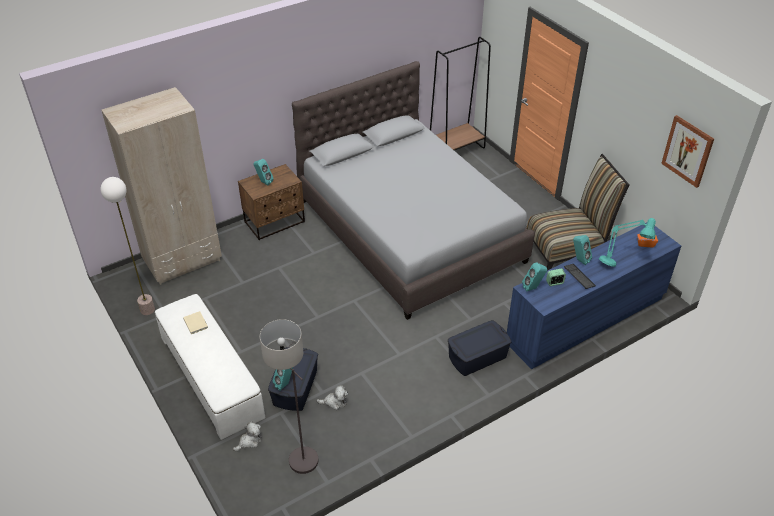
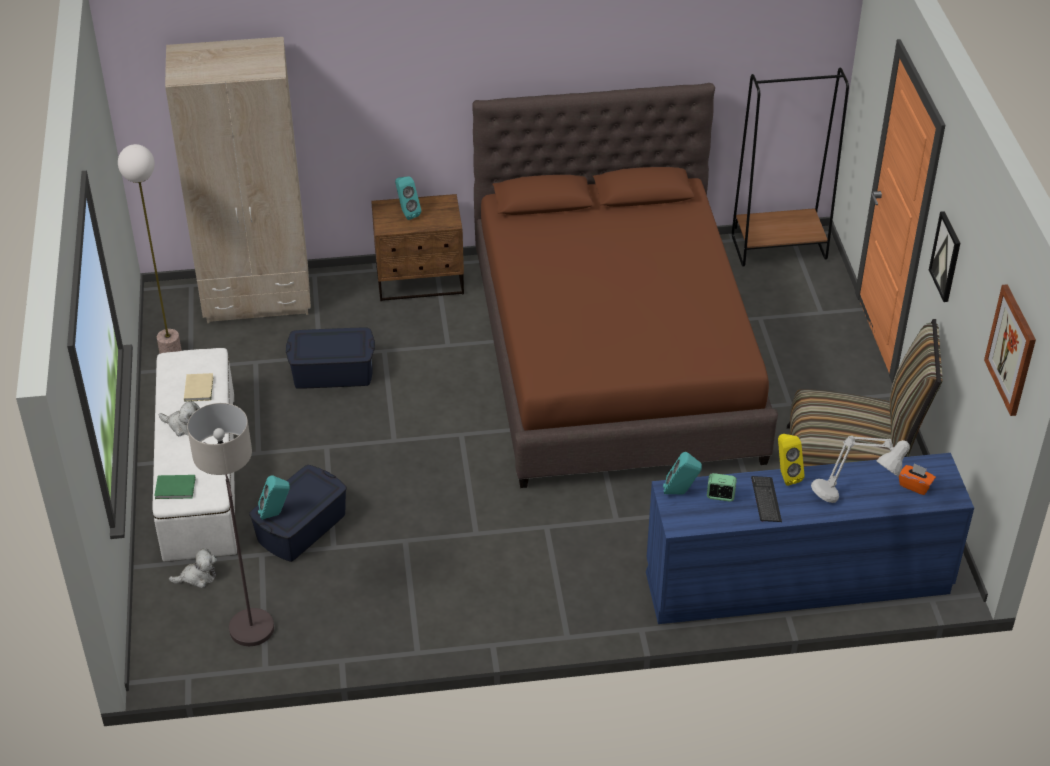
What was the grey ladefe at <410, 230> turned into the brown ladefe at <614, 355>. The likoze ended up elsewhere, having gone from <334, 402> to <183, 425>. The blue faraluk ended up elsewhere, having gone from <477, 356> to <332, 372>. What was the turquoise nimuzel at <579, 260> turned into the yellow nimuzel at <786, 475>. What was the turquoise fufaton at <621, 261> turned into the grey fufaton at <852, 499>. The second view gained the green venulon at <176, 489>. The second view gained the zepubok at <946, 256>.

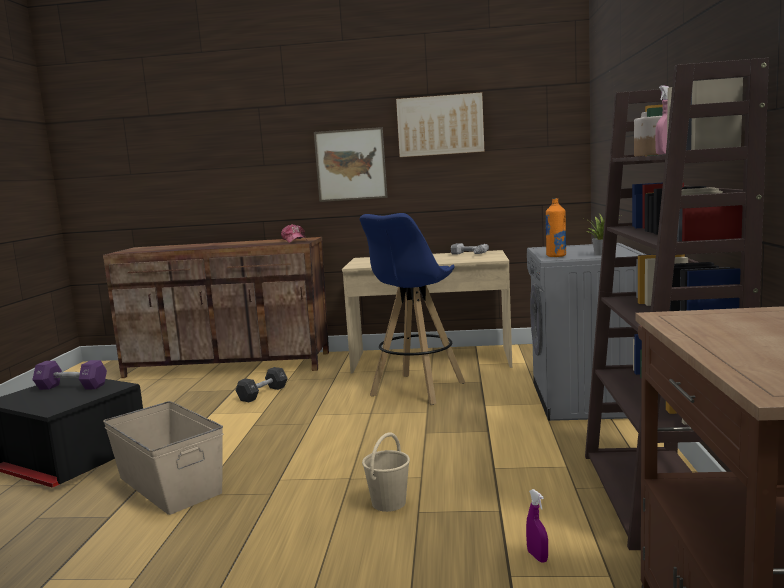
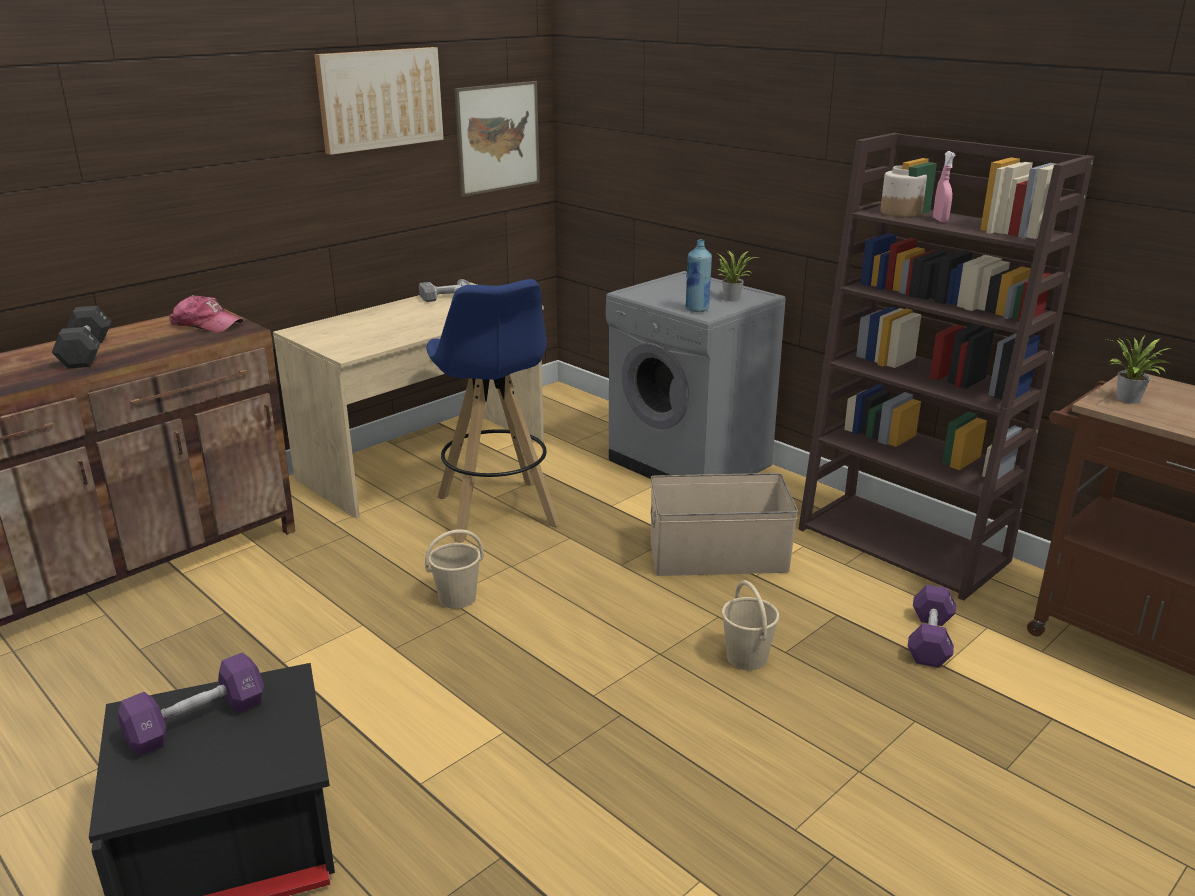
The beige faraluk ended up elsewhere, having gone from <170, 484> to <717, 557>. The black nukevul ended up elsewhere, having gone from <263, 393> to <86, 352>. The zepubok ended up elsewhere, having gone from <350, 165> to <498, 137>. Where the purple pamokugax stood at <537, 557>, the purple nukevul came to stand at <930, 639>. What was the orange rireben at <556, 256> turned into the blue rireben at <697, 309>. The second view gained the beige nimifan at <456, 598>. The second view gained the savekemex at <1129, 400>.

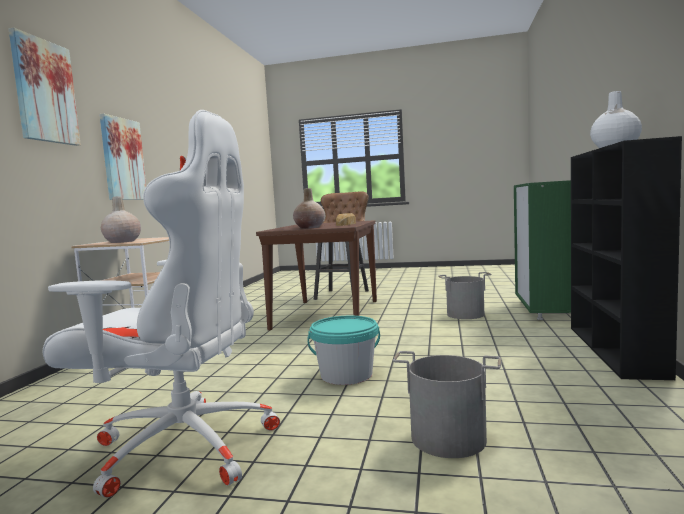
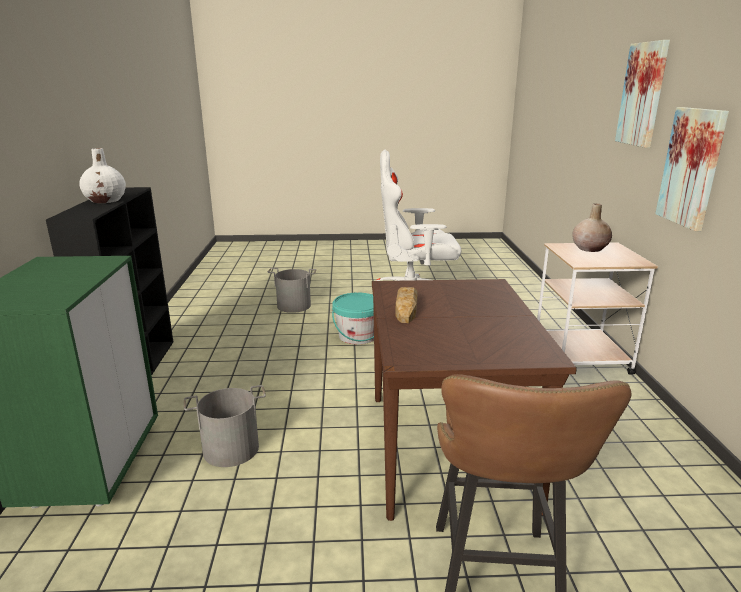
The second view lost the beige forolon at <310, 227>.

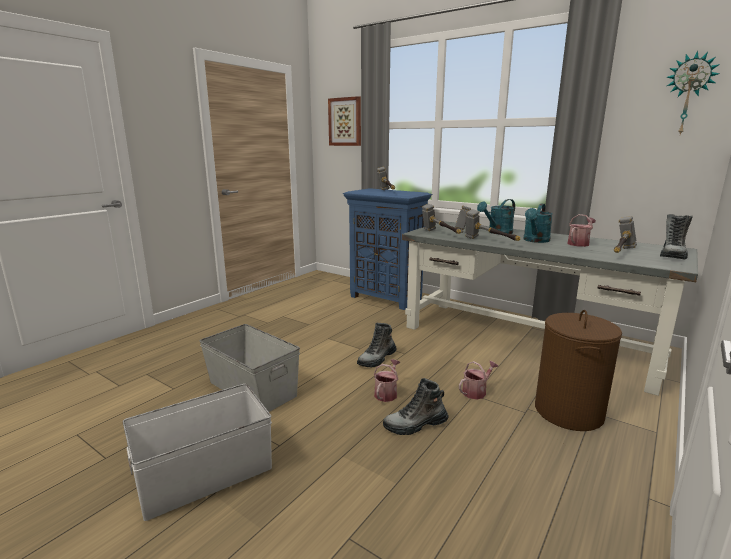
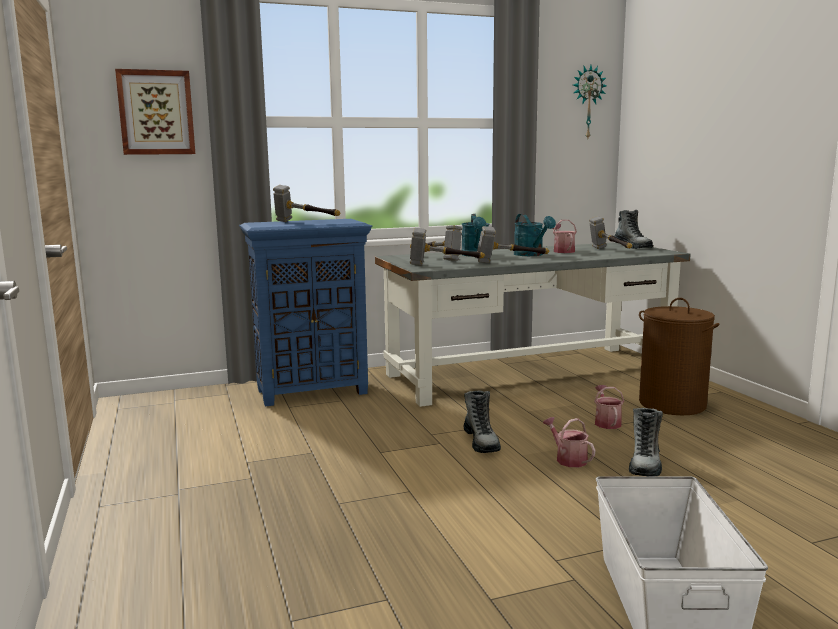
The second view lost the grey faraluk at <252, 388>.

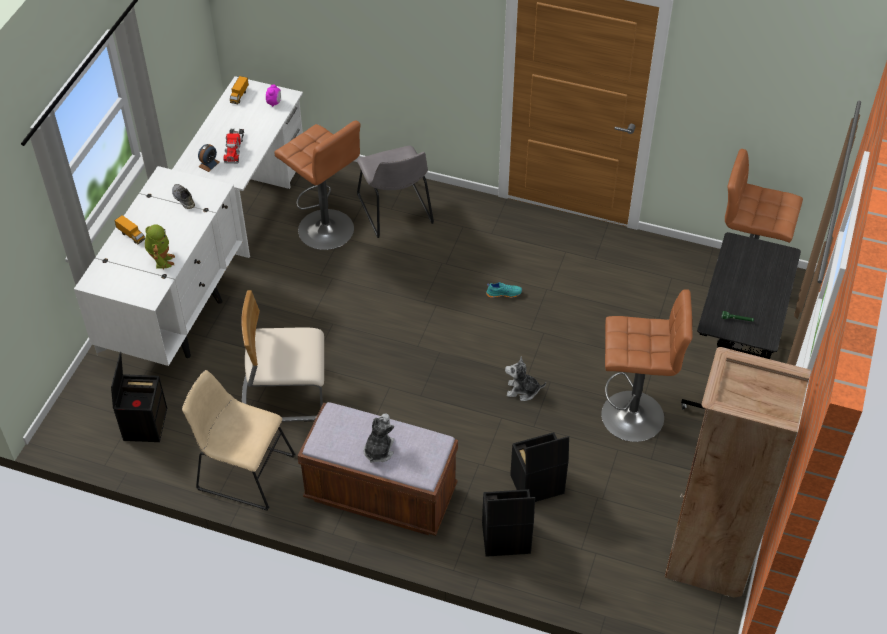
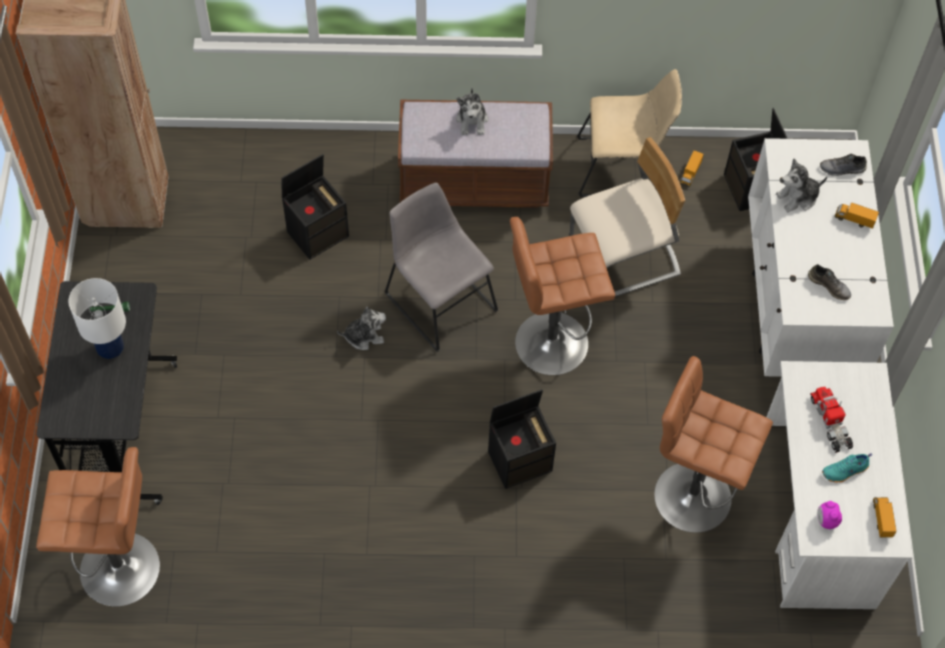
Where the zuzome stood at <161, 260>, the likoze came to stand at <798, 197>. The second view lost the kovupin at <209, 164>. The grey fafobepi ended up elsewhere, having gone from <396, 212> to <438, 299>. The black faraluk ended up elsewhere, having gone from <505, 539> to <520, 460>. The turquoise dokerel ended up elsewhere, having gone from <503, 293> to <845, 471>. The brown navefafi ended up elsewhere, having gone from <633, 417> to <550, 342>. The second view gained the white fufaton at <110, 349>. The second view gained the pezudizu at <690, 174>. The second view gained the grey dokerel at <842, 169>.

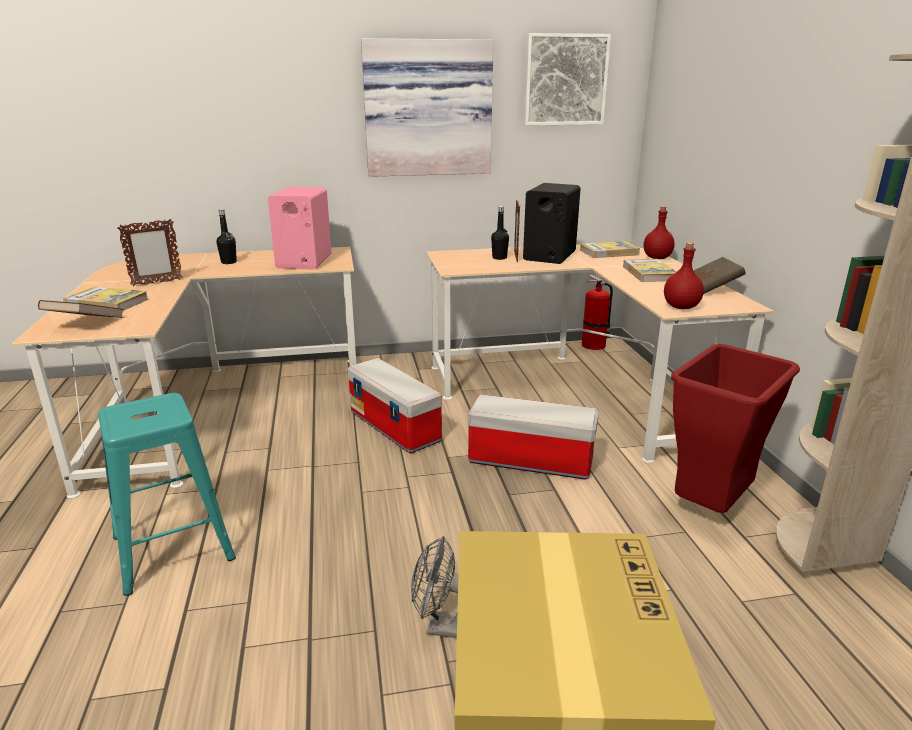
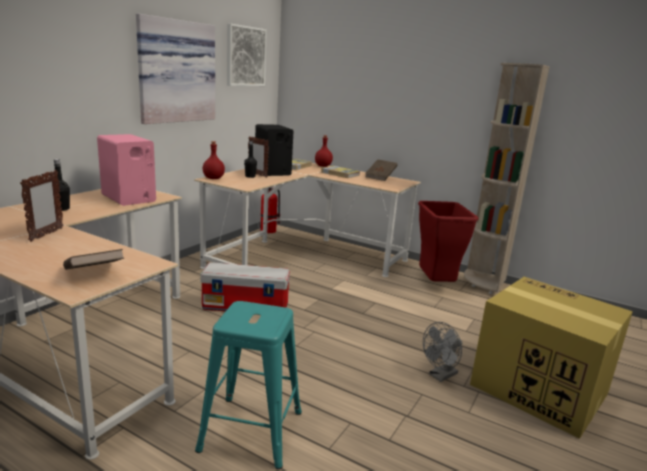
The second view lost the venulon at <107, 303>. The second view lost the faraluk at <529, 461>. The red rireben ended up elsewhere, having gone from <680, 307> to <213, 178>.

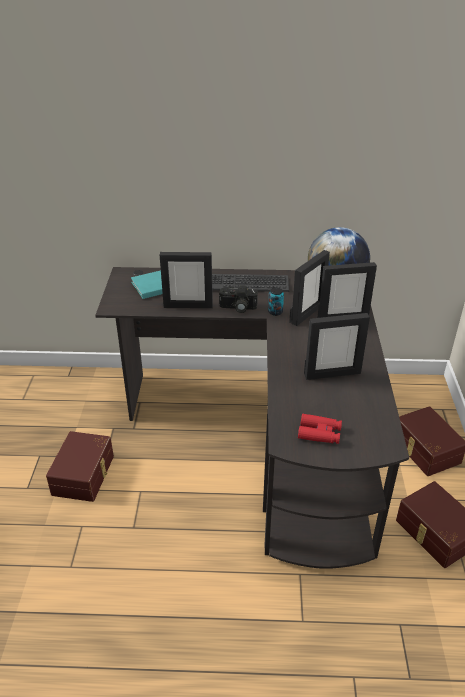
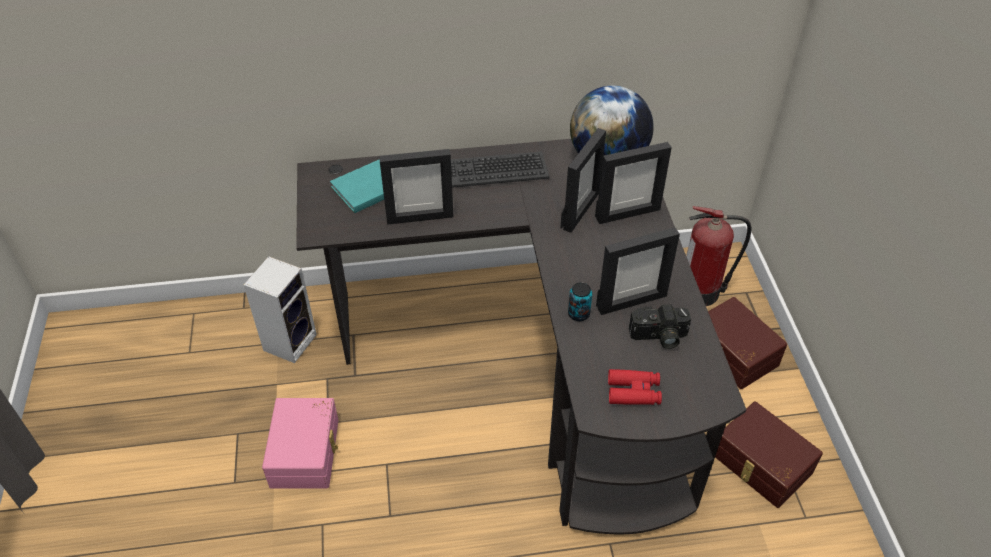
What was the brown faraluk at <85, 475> turned into the pink faraluk at <307, 452>. The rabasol ended up elsewhere, having gone from <237, 308> to <659, 337>. The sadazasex ended up elsewhere, having gone from <275, 312> to <578, 314>. The second view gained the nimuzel at <290, 340>. The second view gained the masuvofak at <701, 291>.

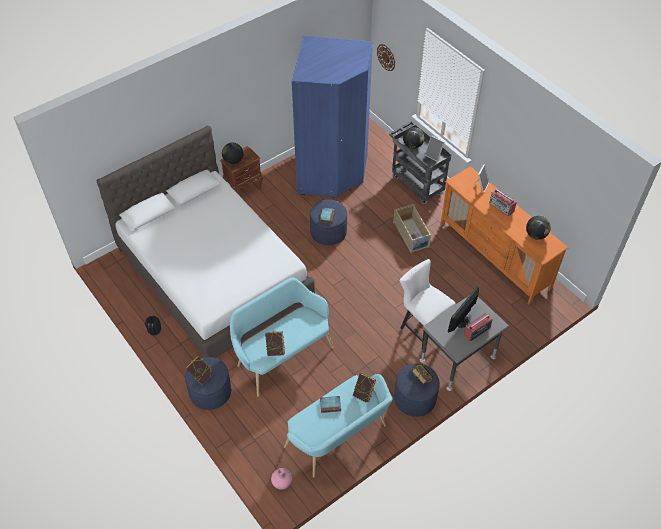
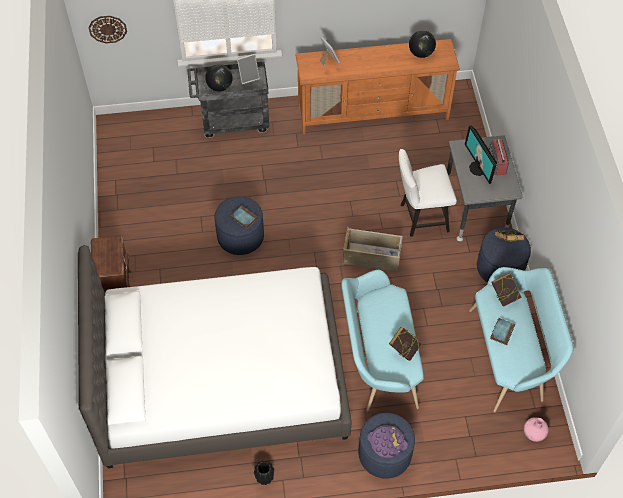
Where the venulon stood at <201, 375>, the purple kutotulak came to stand at <387, 443>. The second view lost the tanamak at <233, 161>. The second view lost the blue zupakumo at <331, 173>. The beige faraluk ended up elsewhere, having gone from <411, 235> to <372, 256>. The second view lost the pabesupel at <501, 207>.

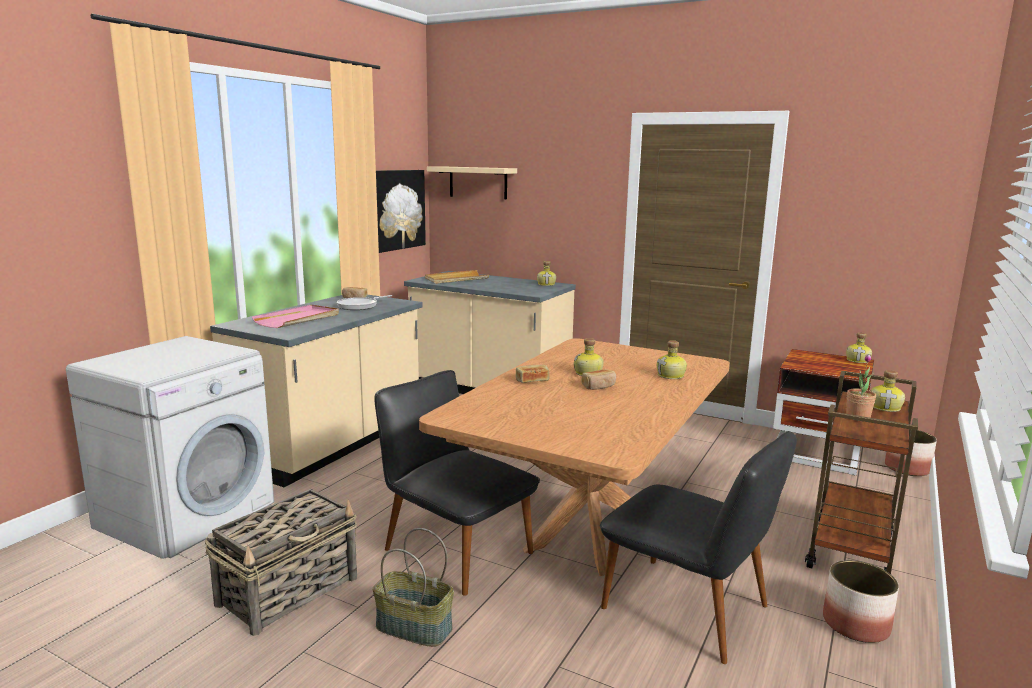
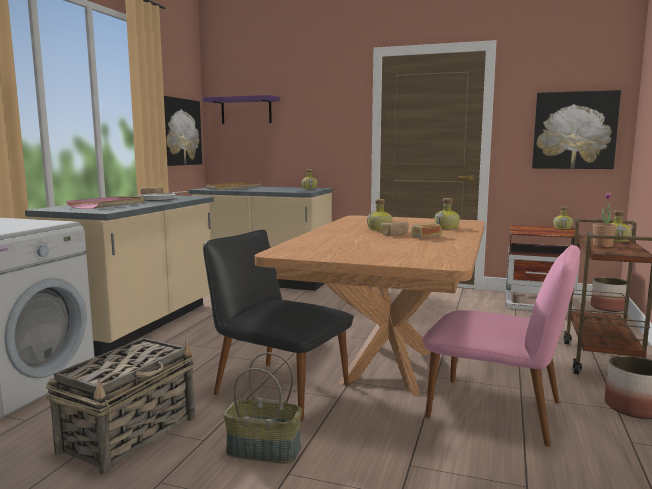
What was the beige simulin at <478, 182> turned into the purple simulin at <246, 110>. The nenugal ended up elsewhere, having gone from <532, 380> to <425, 237>. What was the black fafobepi at <685, 607> turned into the pink fafobepi at <494, 409>. The second view gained the zepubok at <574, 130>.

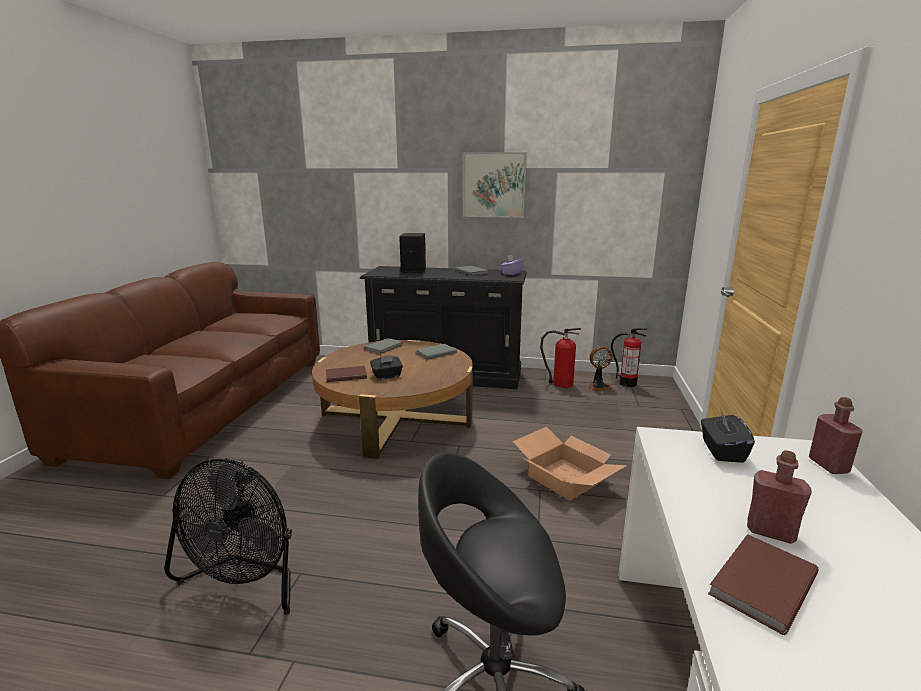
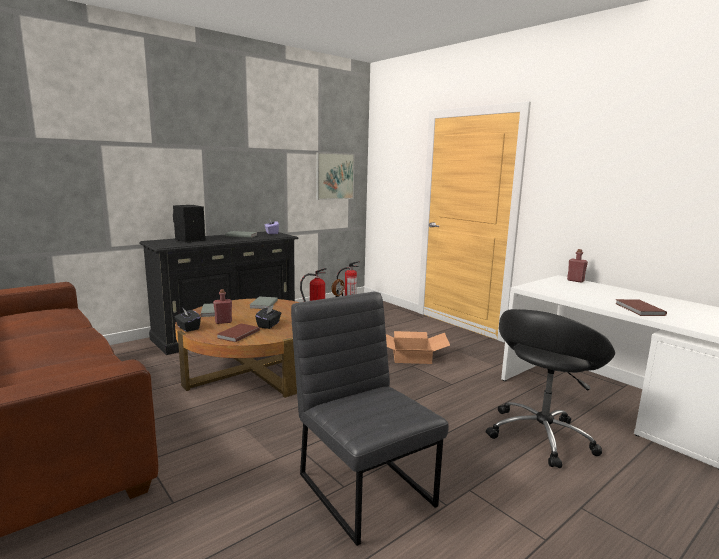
Where the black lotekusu stood at <245, 577>, the grey fafobepi came to stand at <364, 486>. The zepubok ended up elsewhere, having gone from <494, 185> to <334, 176>. The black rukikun ended up elsewhere, having gone from <722, 451> to <187, 328>. The red rireben ended up elsewhere, having gone from <770, 532> to <223, 322>.

